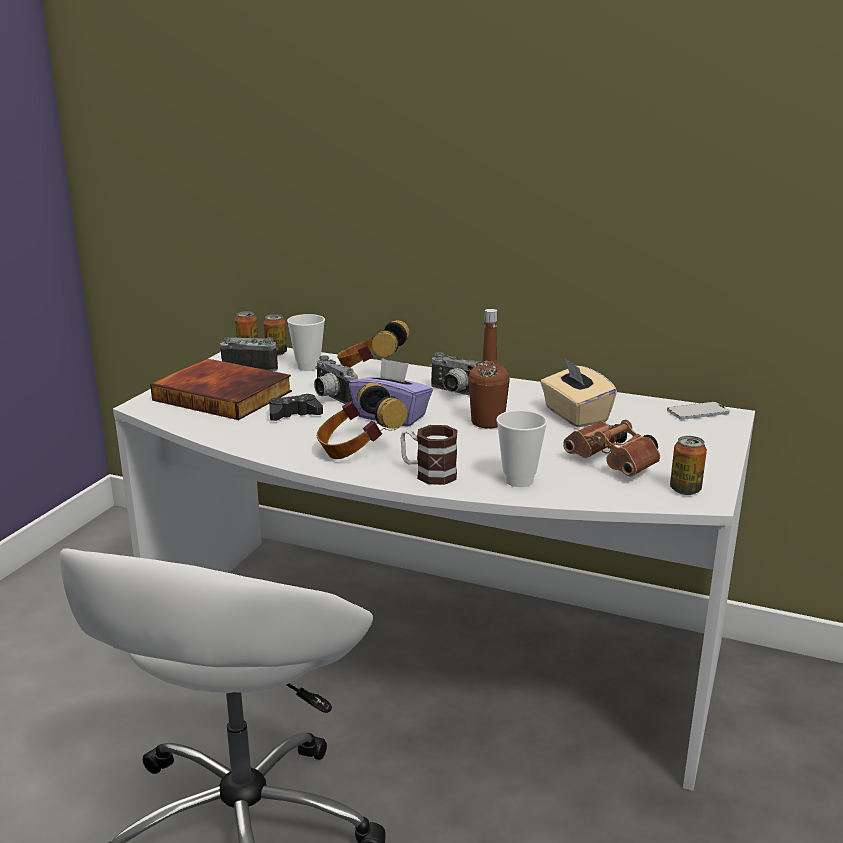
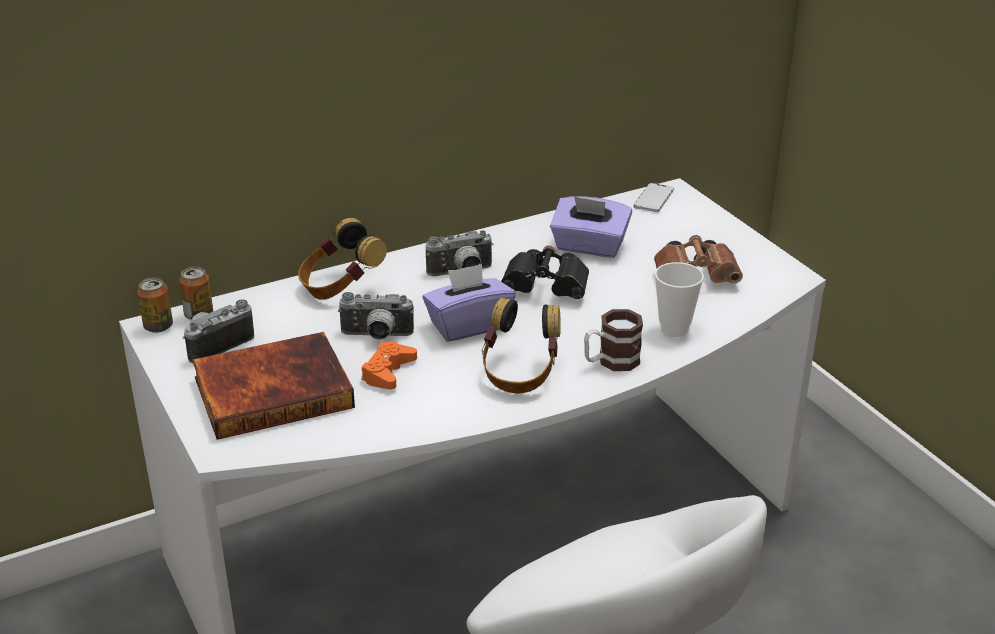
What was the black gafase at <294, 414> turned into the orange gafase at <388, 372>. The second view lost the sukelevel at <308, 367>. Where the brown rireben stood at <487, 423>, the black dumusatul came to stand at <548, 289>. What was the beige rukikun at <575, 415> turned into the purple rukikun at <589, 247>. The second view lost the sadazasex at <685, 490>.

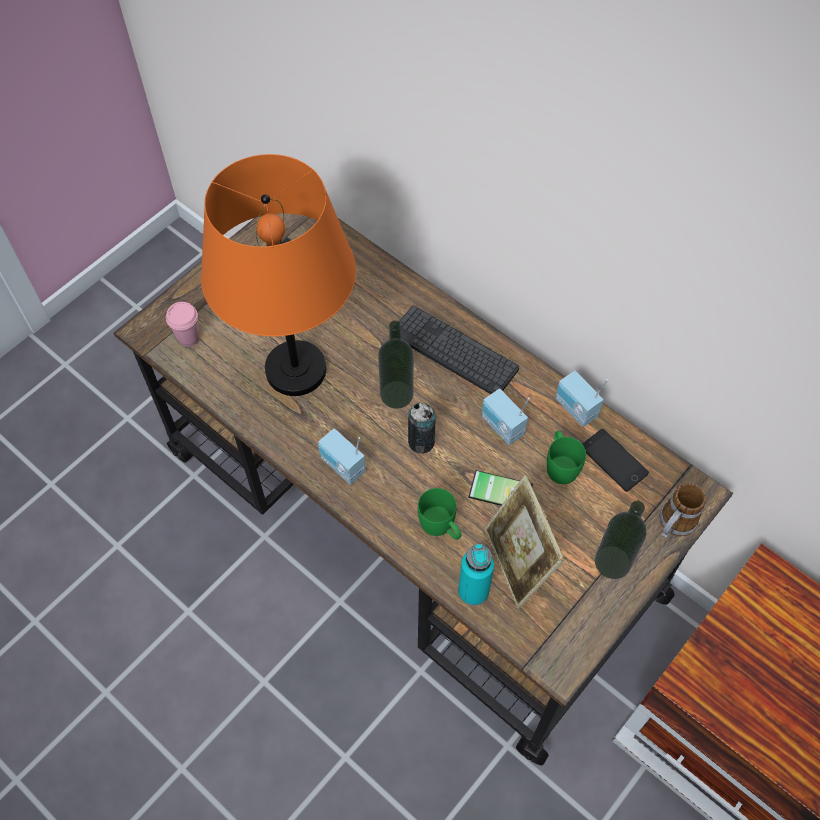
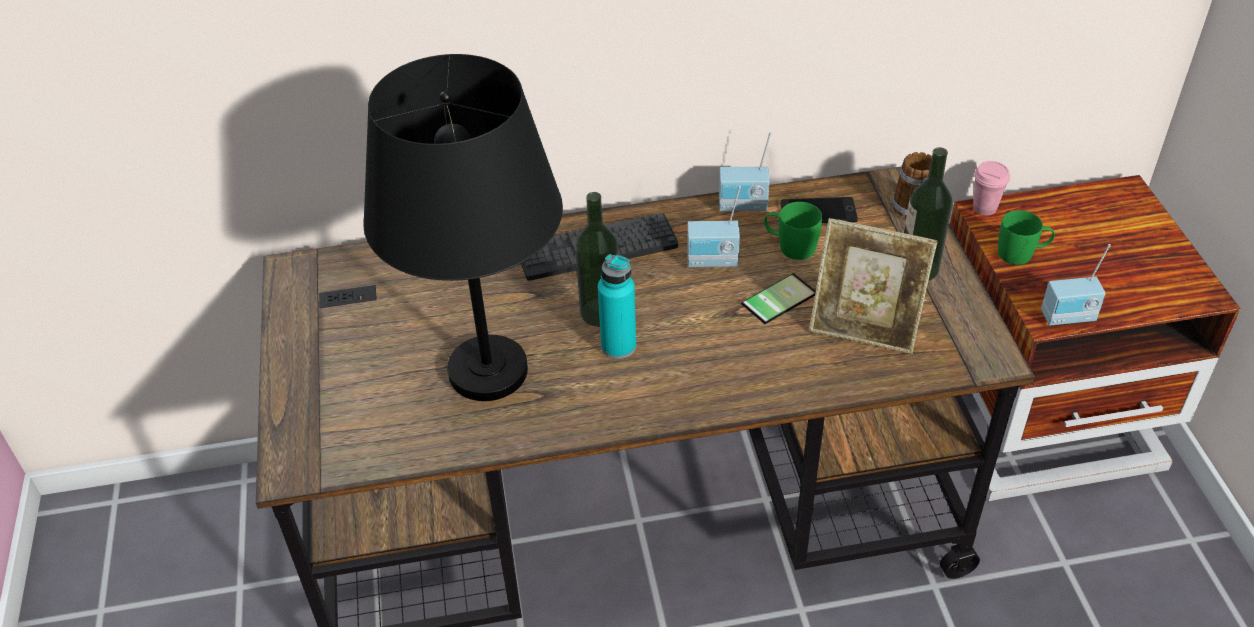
The pink sukelevel ended up elsewhere, having gone from <188, 338> to <984, 208>. What was the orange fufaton at <295, 371> turned into the black fufaton at <488, 372>. The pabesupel ended up elsewhere, having gone from <342, 467> to <1068, 318>. The second view lost the sadazasex at <421, 442>. The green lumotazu ended up elsewhere, having gone from <441, 527> to <1022, 254>. The turquoise rireben ended up elsewhere, having gone from <473, 591> to <618, 346>.

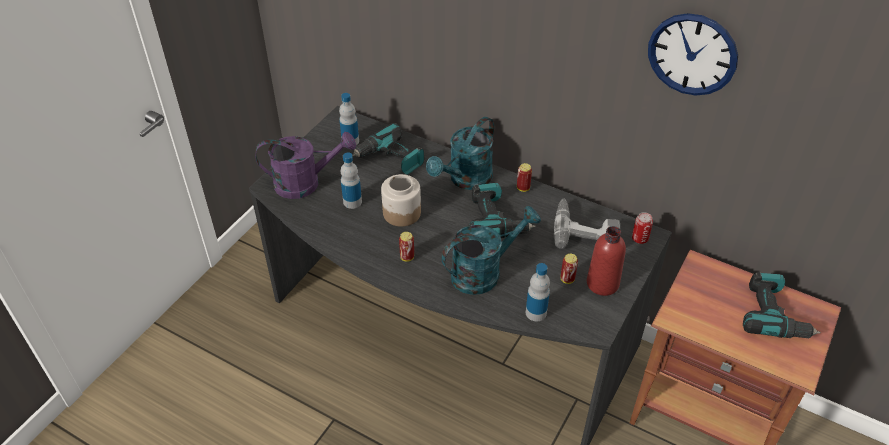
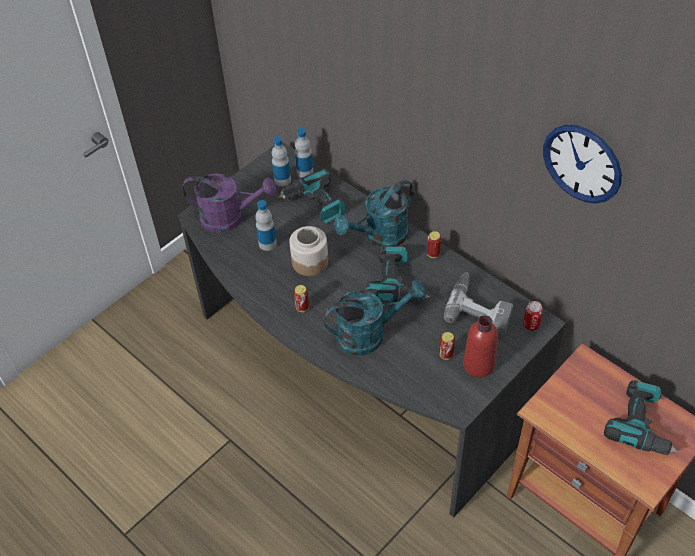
The rireben ended up elsewhere, having gone from <536, 313> to <305, 172>.

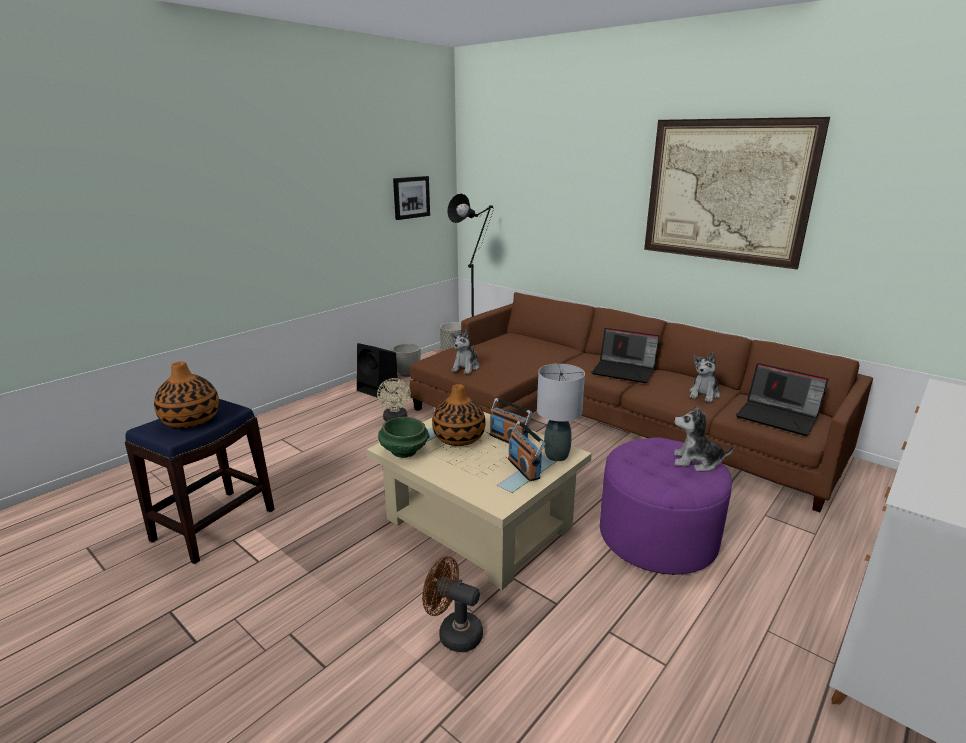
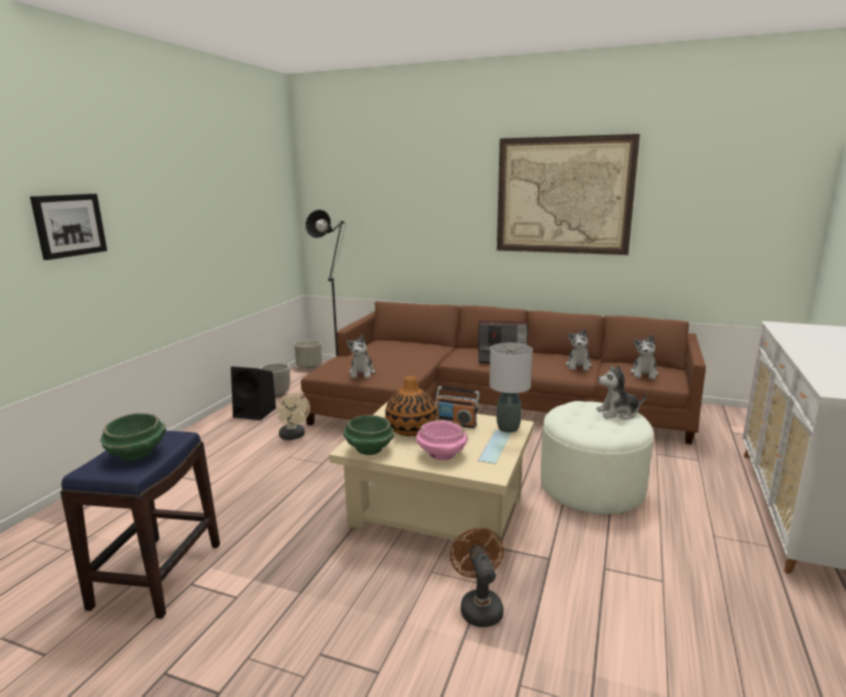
Where the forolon stood at <191, 420>, the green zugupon came to stand at <137, 454>. The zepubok ended up elsewhere, having gone from <411, 197> to <69, 225>. The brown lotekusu at <453, 632> ended up facing another way, 75 degrees clockwise from before. The second view lost the pabesupel at <524, 468>. What was the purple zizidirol at <657, 536> turned into the white zizidirol at <591, 487>. Where the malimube stood at <778, 417>, the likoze came to stand at <644, 374>. The second view gained the pink zugupon at <441, 454>.

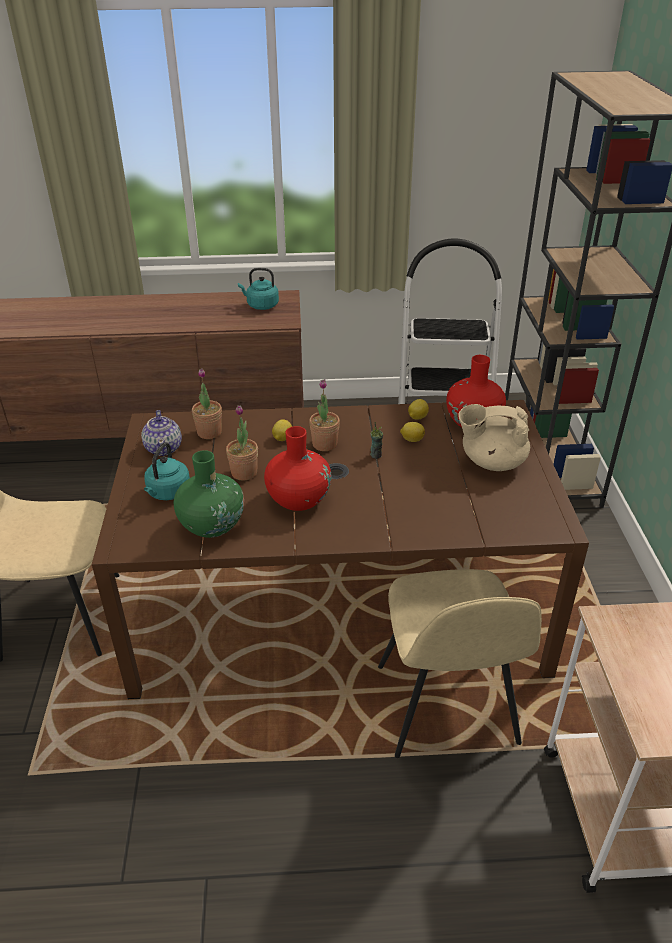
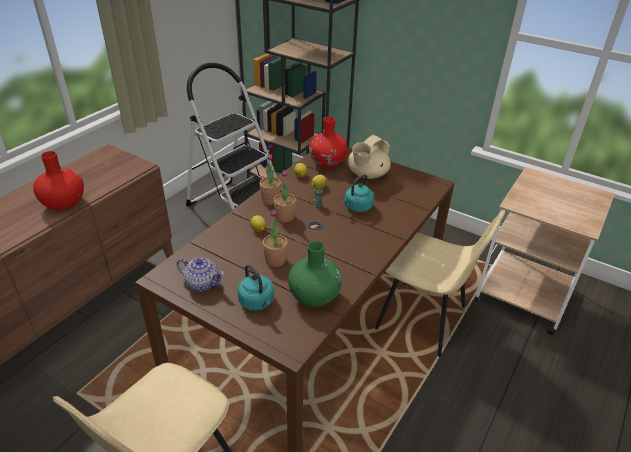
The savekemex ended up elsewhere, having gone from <209, 432> to <270, 200>. The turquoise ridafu ended up elsewhere, having gone from <261, 305> to <357, 207>. The red forolon ended up elsewhere, having gone from <298, 499> to <64, 203>.

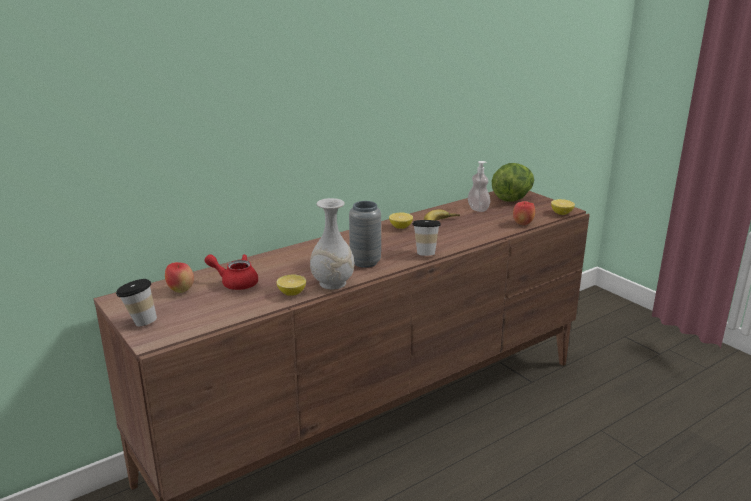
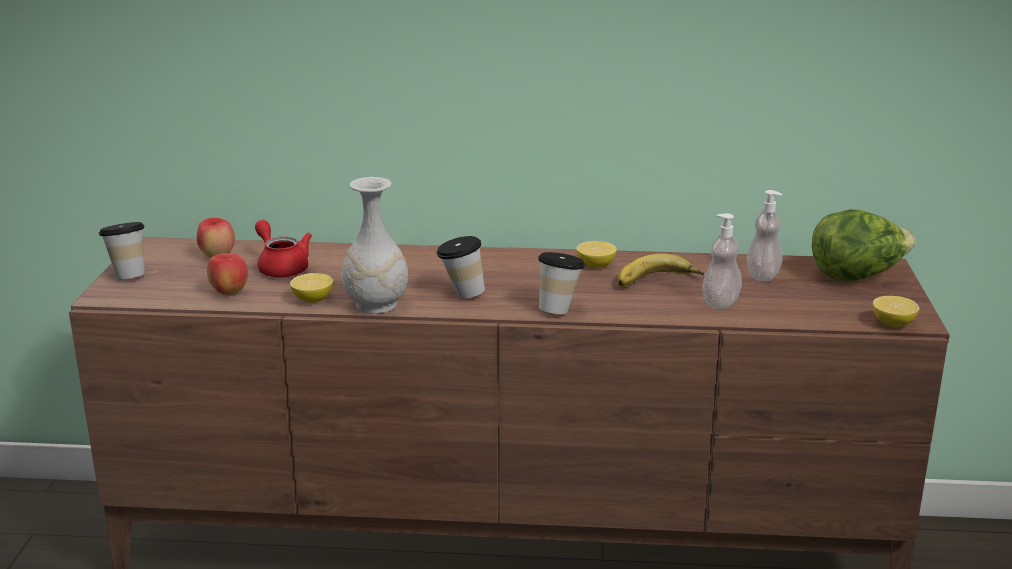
Where the grey forolon stood at <365, 262>, the sukelevel came to stand at <461, 294>. The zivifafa ended up elsewhere, having gone from <522, 224> to <229, 293>. The second view gained the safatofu at <720, 303>.

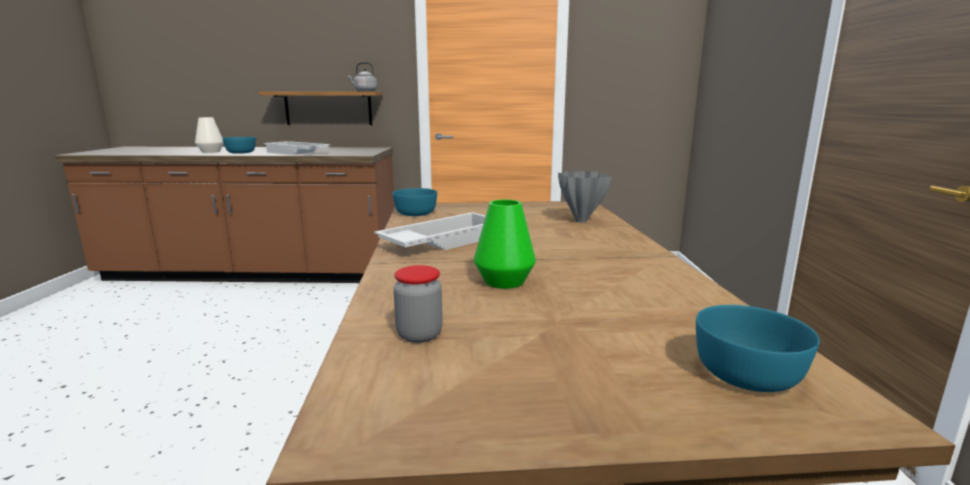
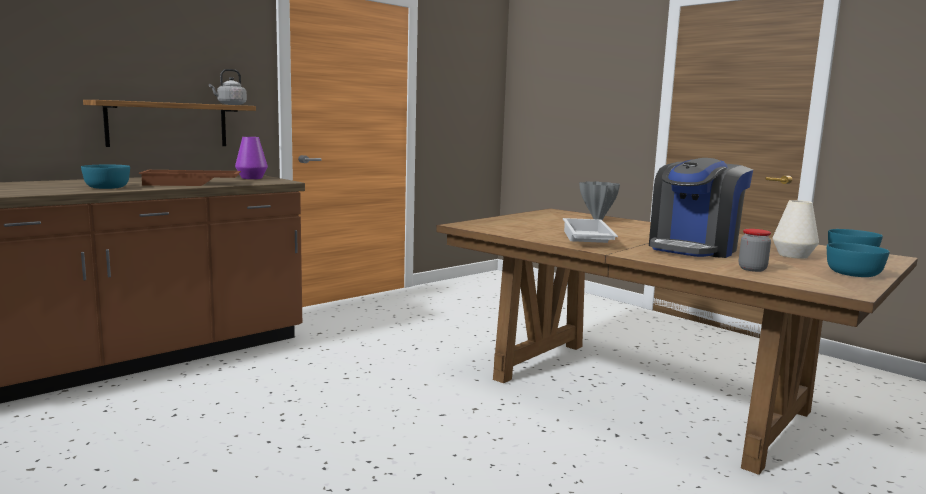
The white forolon ended up elsewhere, having gone from <211, 152> to <793, 255>. What was the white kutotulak at <296, 153> turned into the brown kutotulak at <191, 184>. The turquoise zugupon ended up elsewhere, having gone from <416, 213> to <854, 273>. Where the green forolon stood at <504, 281>, the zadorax came to stand at <694, 249>. The second view gained the purple forolon at <251, 178>.

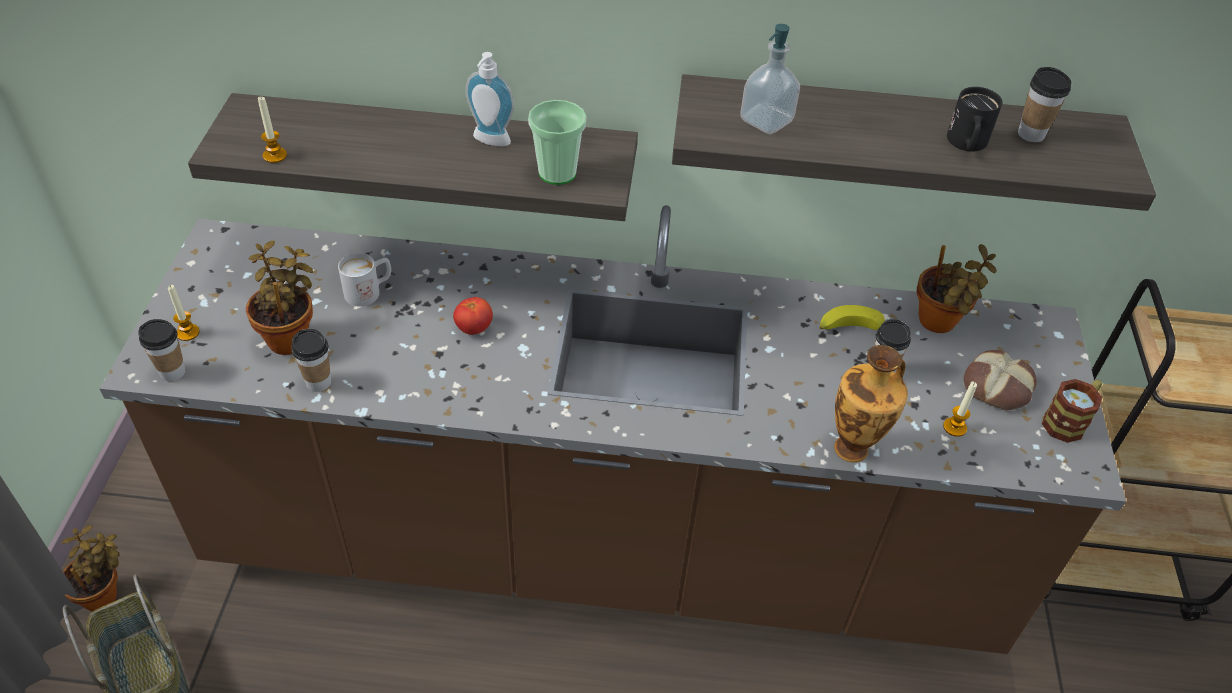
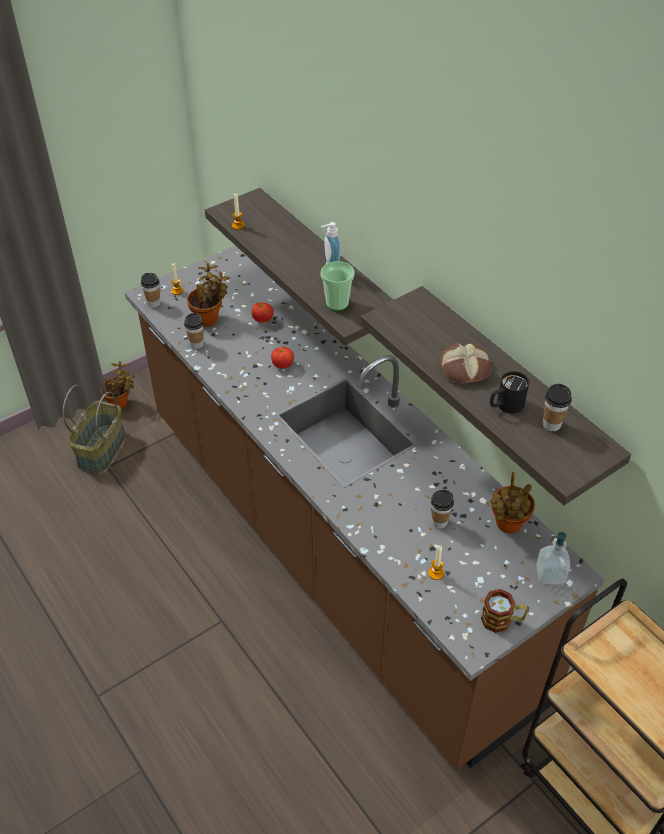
Where the white lumotazu stood at <369, 291>, the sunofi came to stand at <263, 320>. The safatofu ended up elsewhere, having gone from <766, 121> to <550, 574>. The second view lost the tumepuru at <848, 329>. The second view lost the forolon at <854, 448>. The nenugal ended up elsewhere, having gone from <998, 387> to <464, 369>.

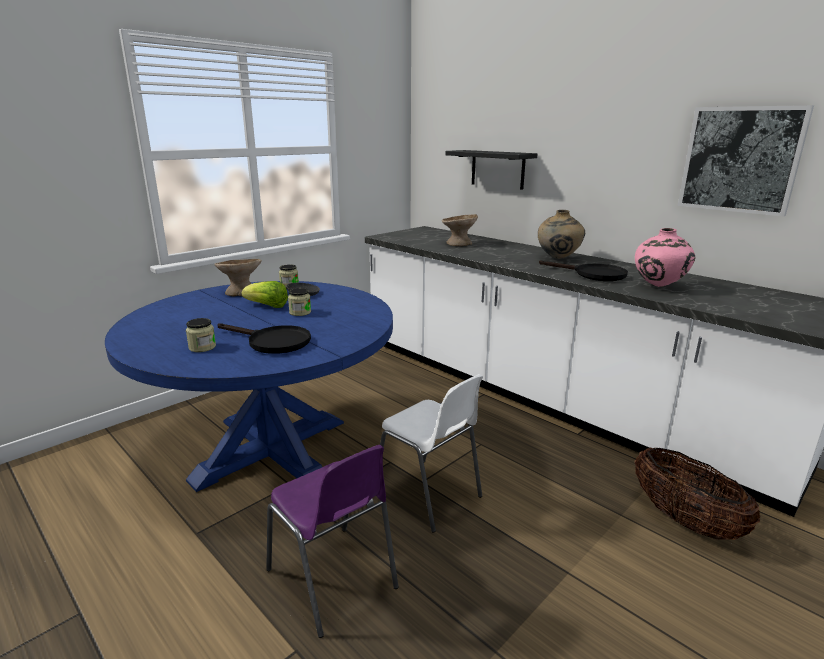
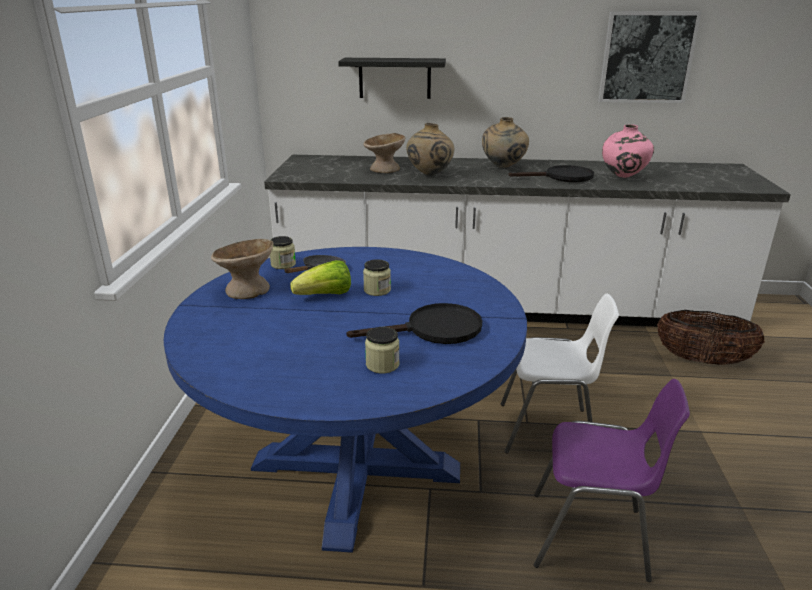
The second view gained the beige forolon at <429, 175>.

